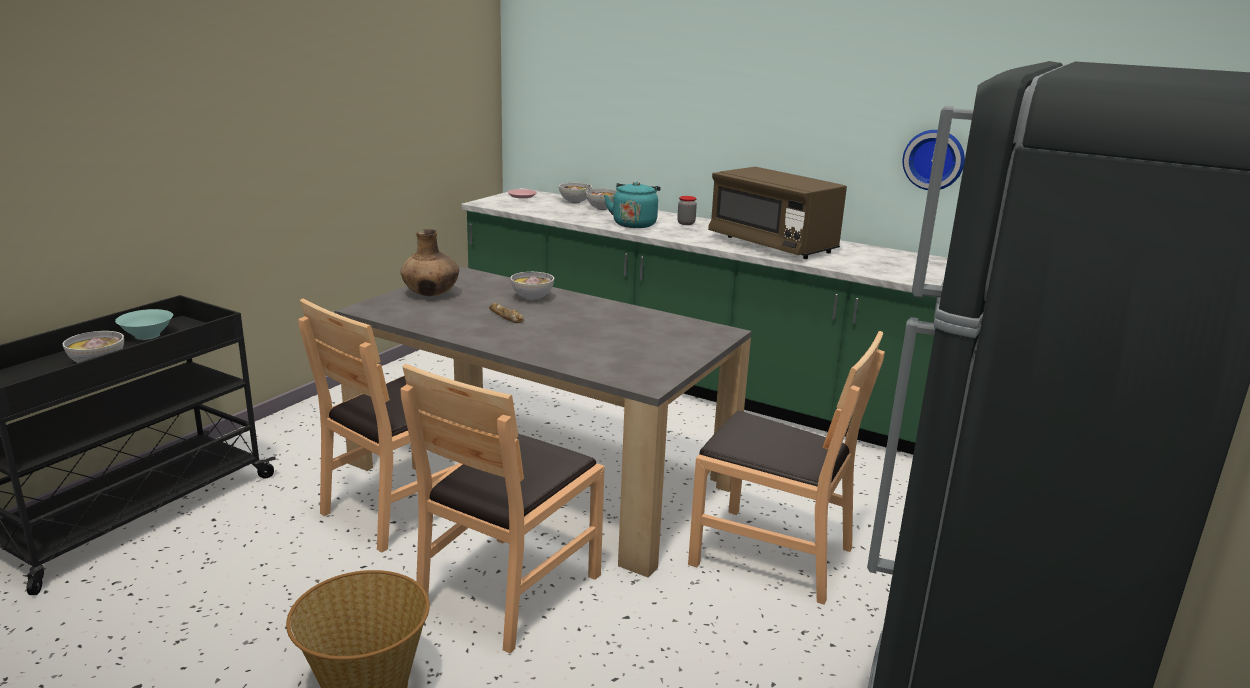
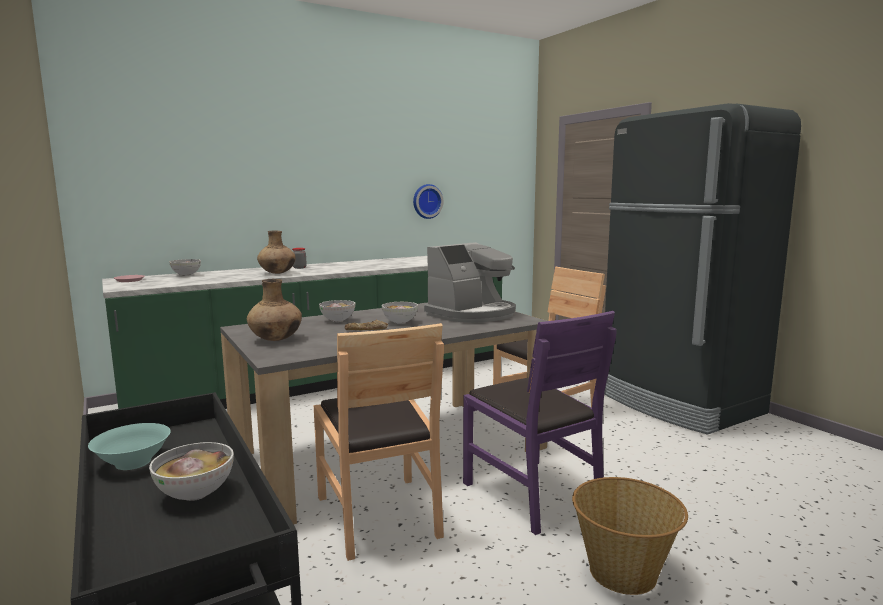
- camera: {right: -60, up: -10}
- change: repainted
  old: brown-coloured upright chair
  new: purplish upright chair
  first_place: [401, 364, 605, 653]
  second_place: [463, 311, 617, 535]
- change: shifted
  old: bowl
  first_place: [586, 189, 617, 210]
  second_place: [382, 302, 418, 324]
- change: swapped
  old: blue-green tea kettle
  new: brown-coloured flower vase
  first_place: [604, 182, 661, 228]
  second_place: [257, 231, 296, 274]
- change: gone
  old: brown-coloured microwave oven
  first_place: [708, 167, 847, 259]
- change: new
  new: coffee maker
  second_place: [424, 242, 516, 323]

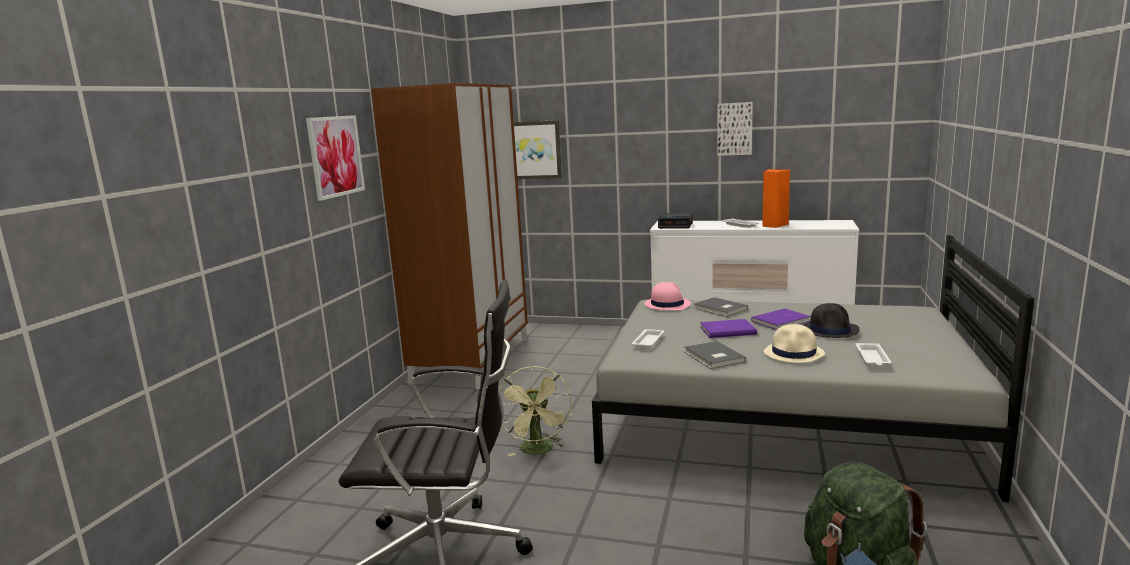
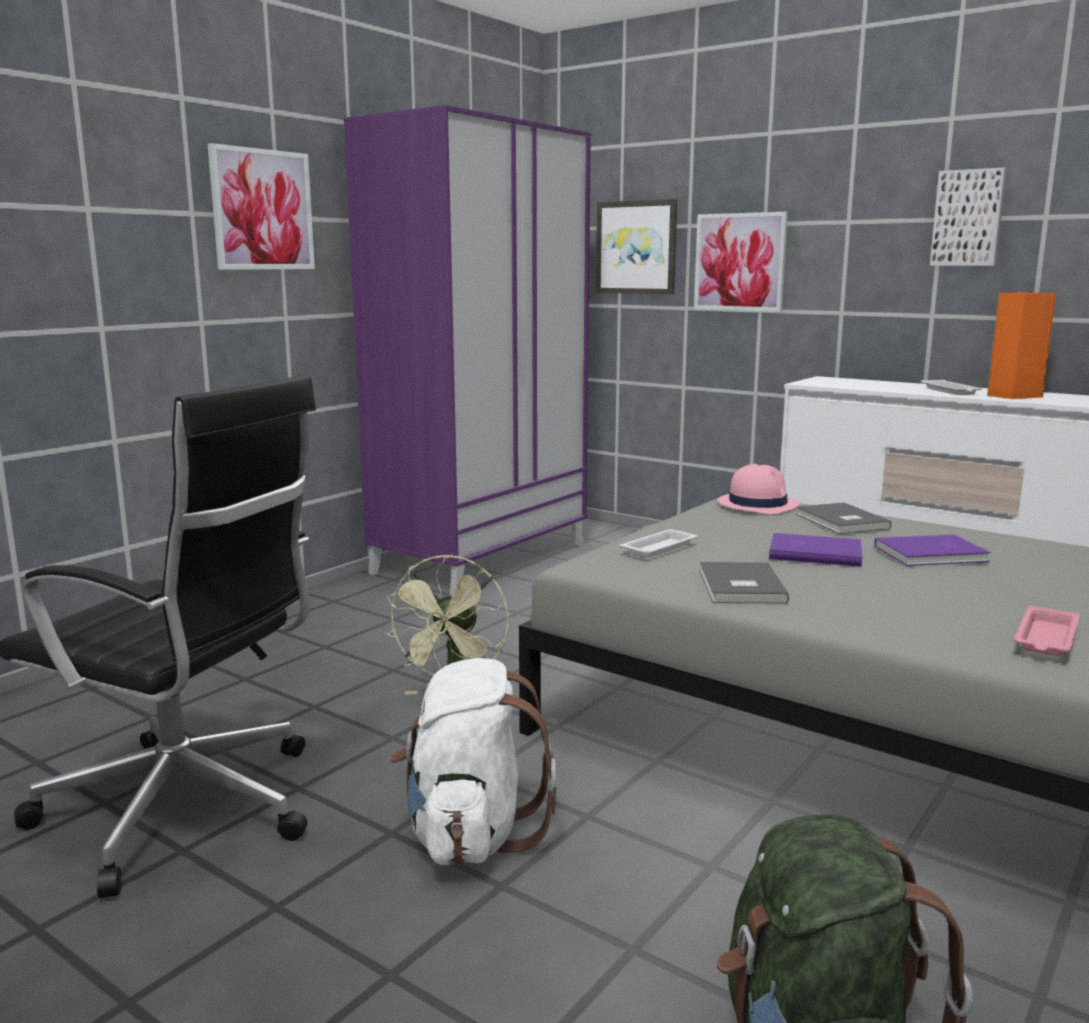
- camera: {right: 20, up: 0}
- change: repainted
  old: brown-coloured armoire
  new: purplish armoire
  first_place: [371, 83, 528, 389]
  second_place: [344, 105, 591, 596]
- change: gone
  old: alarm clock
  first_place: [658, 213, 693, 229]
- change: gone
  old: beige wearable hat
  first_place: [763, 324, 825, 363]
- change: gone
  old: black wearable hat
  first_place: [803, 303, 860, 338]
- change: repainted
  old: white-coloured carrying tray
  new: pink carrying tray
  first_place: [856, 343, 892, 367]
  second_place: [1014, 605, 1080, 656]
- change: new
  new: white-coloured backpack
  second_place: [390, 658, 557, 865]
- change: new
  new: wall picture
  second_place: [694, 212, 788, 312]

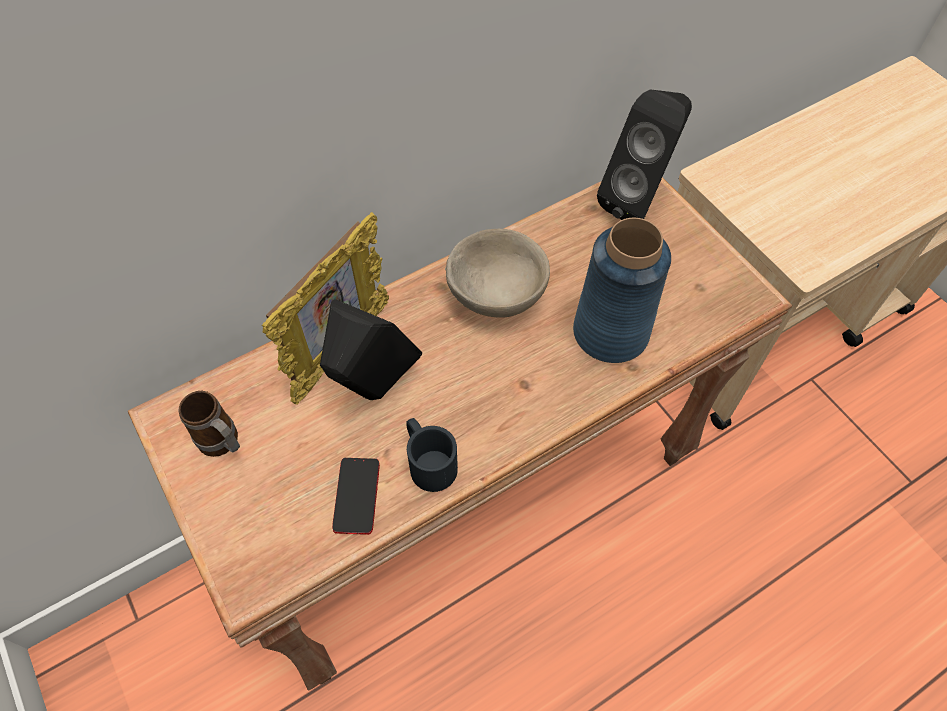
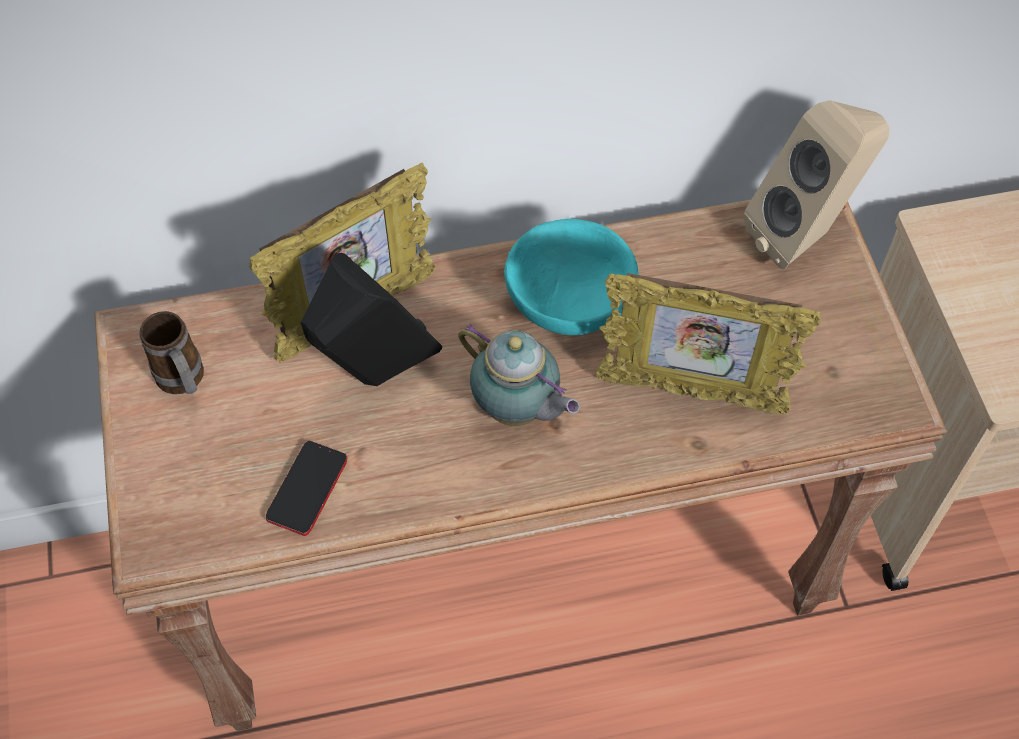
- camera: {right: 20, up: 0}
- change: gone
  old: black mug
  first_place: [406, 418, 458, 492]
- change: repainted
  old: beige bowl
  new: blue-green bowl
  first_place: [445, 229, 550, 318]
  second_place: [504, 219, 639, 335]
- change: swapped
  old: blue flower vase
  new: picture frame
  first_place: [573, 218, 671, 363]
  second_place: [596, 273, 821, 415]
- change: repainted
  old: black speaker
  new: beige speaker
  first_place: [597, 89, 692, 220]
  second_place: [744, 100, 889, 269]
- change: new
  new: pot for tea
  second_place: [458, 324, 580, 426]

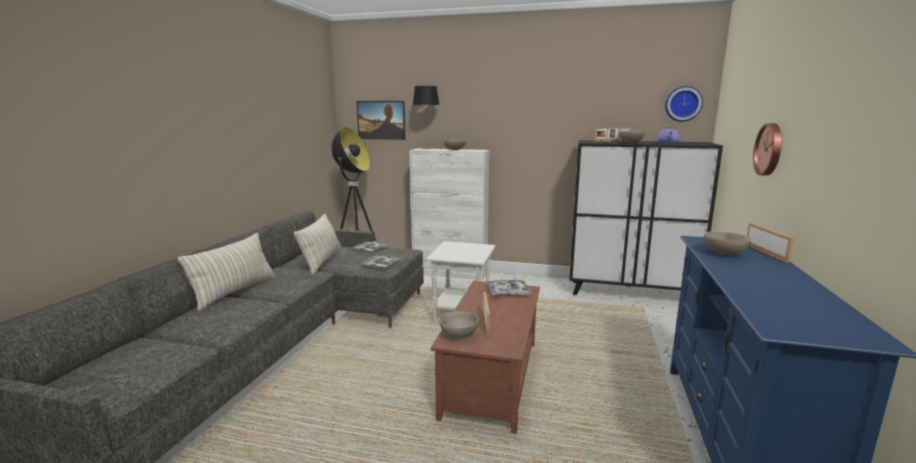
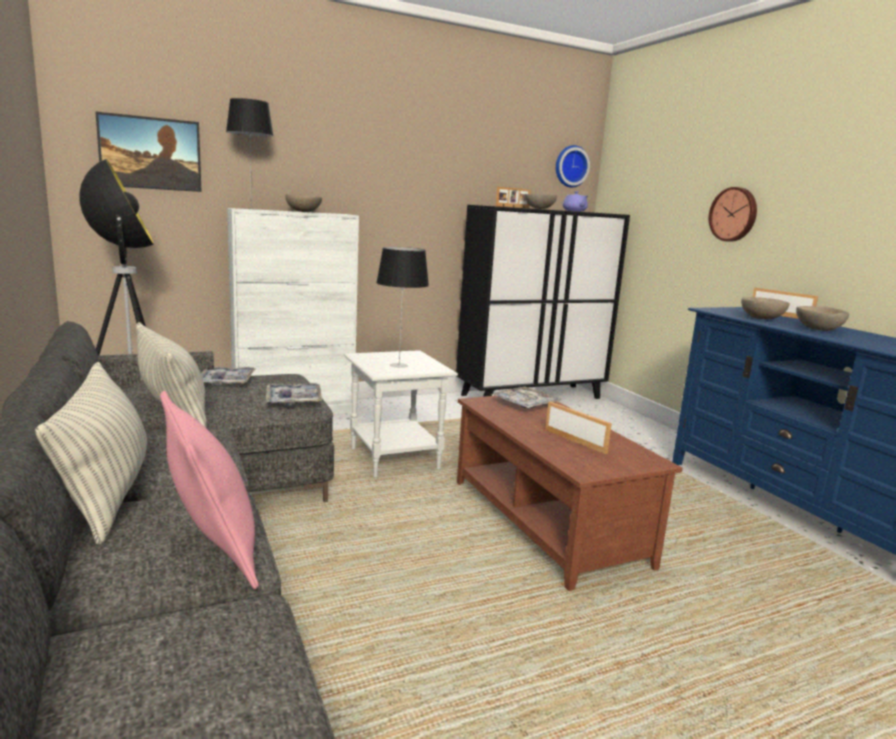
- camera: {right: -40, up: 0}
- change: shifted
  old: beige bowl
  first_place: [439, 311, 479, 338]
  second_place: [796, 306, 849, 331]
- change: new
  new: pink throw pillow
  second_place: [160, 391, 259, 589]
- change: new
  new: lamp for a table
  second_place: [376, 247, 429, 368]

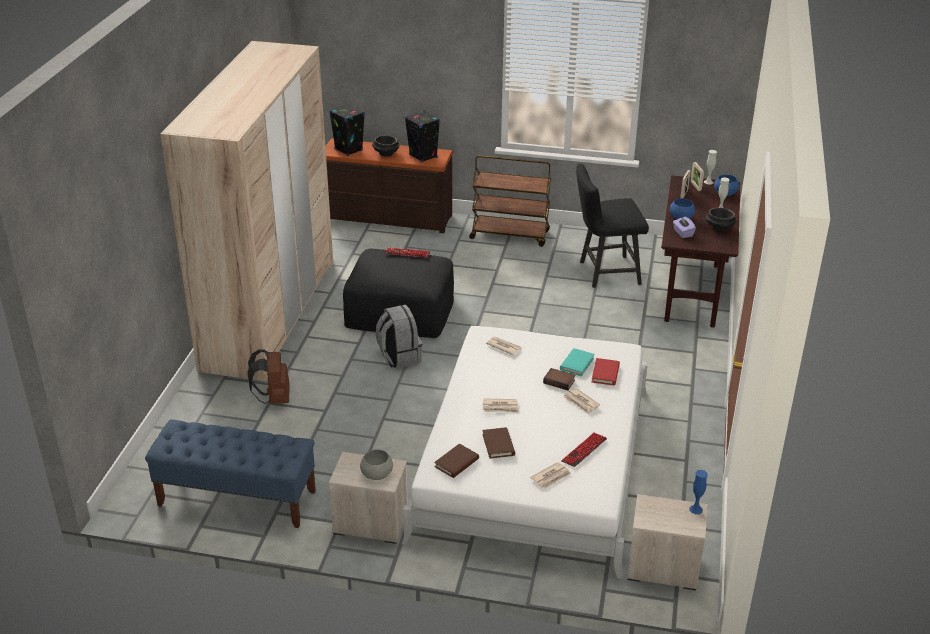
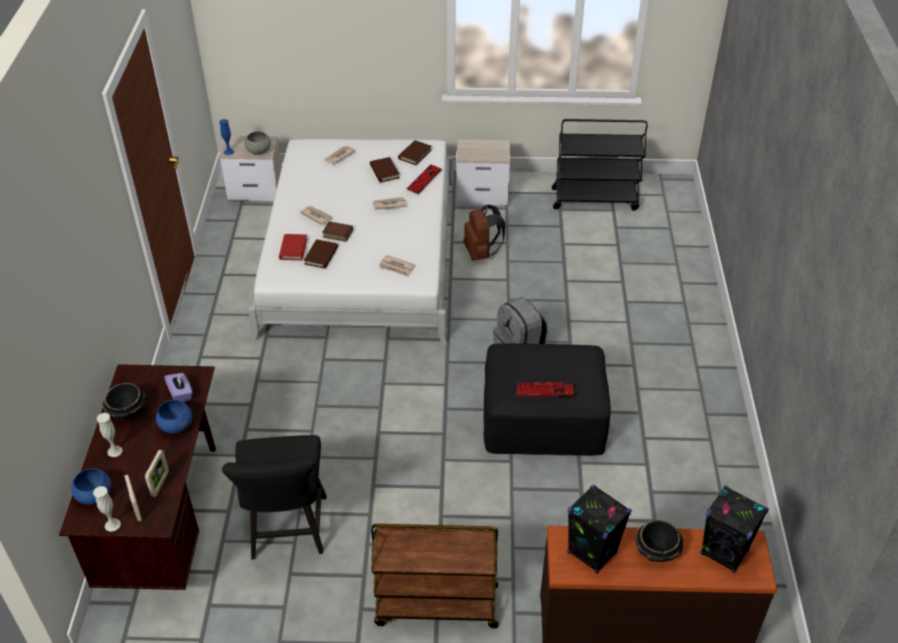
- camera: {right: 170, up: 10}
- change: swapped
  old: blue long seat
  new: black cart
  first_place: [145, 419, 316, 528]
  second_place: [552, 119, 648, 211]
- change: gone
  old: beige armoire
  first_place: [160, 41, 333, 381]
- change: shifted
  old: brown-coloured backpack
  first_place: [247, 349, 290, 404]
  second_place: [463, 204, 506, 260]
- change: shifted
  old: grey bowl
  first_place: [360, 449, 393, 480]
  second_place: [245, 131, 271, 155]
- change: repainted
  old: blue-green book
  new: brown-coloured book
  first_place: [560, 348, 595, 377]
  second_place: [304, 239, 338, 269]
- change: shifted
  old: computer keyboard
  first_place: [561, 432, 607, 467]
  second_place: [407, 164, 442, 194]
- change: rotated
  old: black upright chair
  first_place: [576, 164, 649, 288]
  second_place: [222, 435, 327, 559]
  degrees: 105

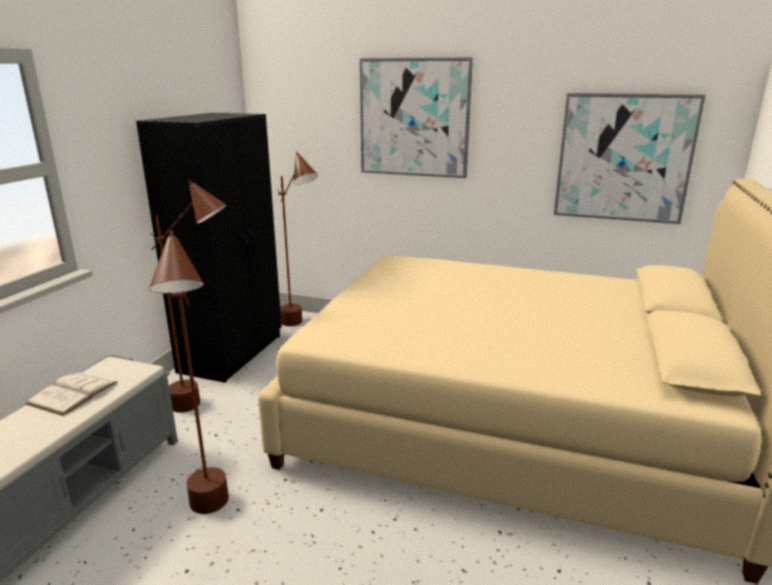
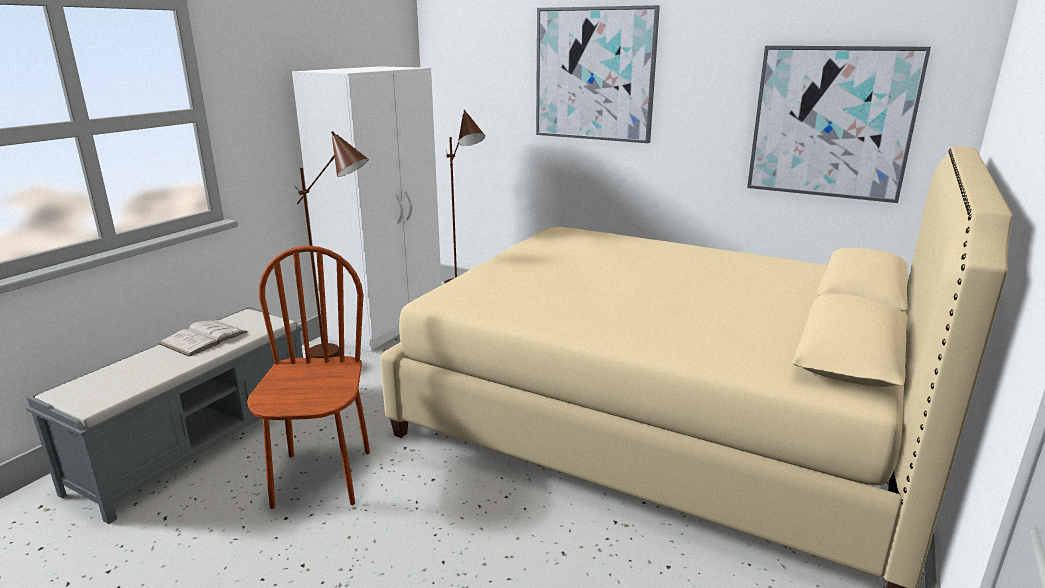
- camera: {right: 10, up: 0}
- change: repainted
  old: black armoire
  new: white-coloured armoire
  first_place: [136, 113, 282, 383]
  second_place: [292, 66, 441, 352]
- change: swapped
  old: brown-coloured floor lamp
  new: brown-coloured upright chair
  first_place: [149, 230, 229, 514]
  second_place: [247, 246, 370, 509]

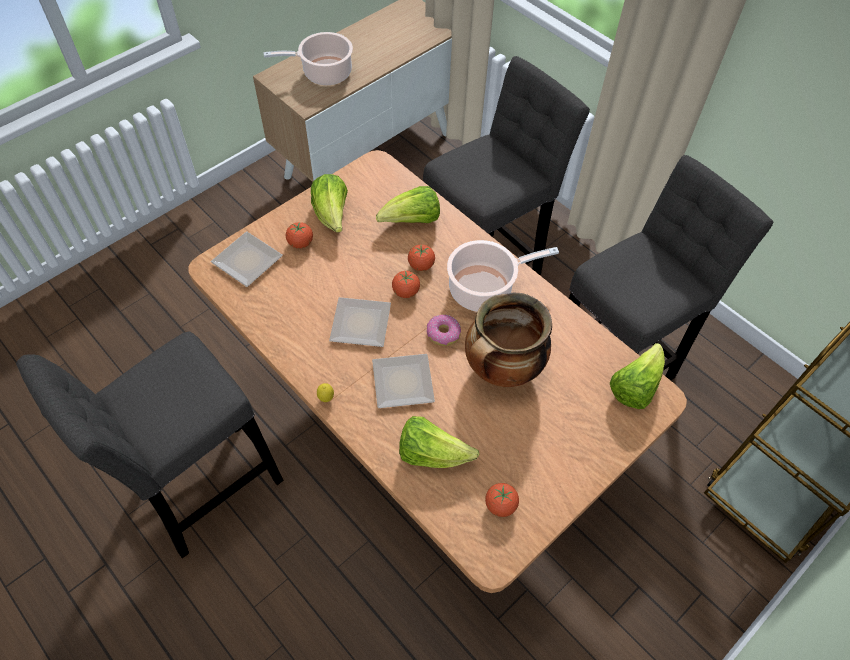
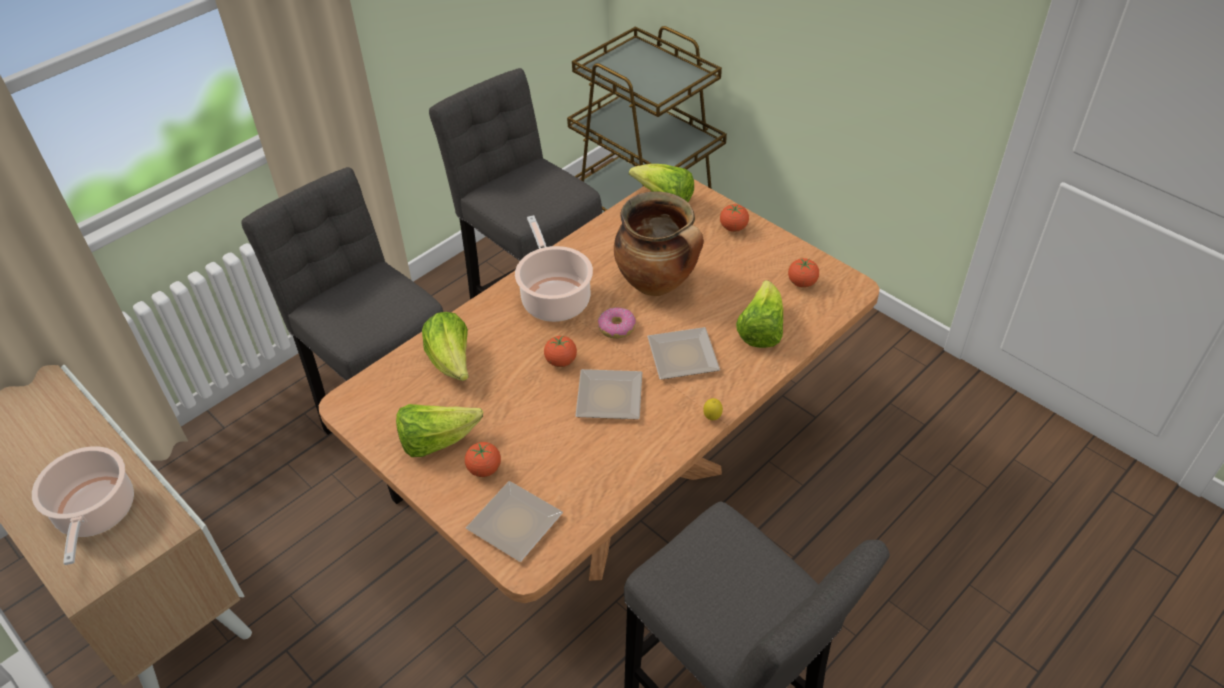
- camera: {right: -90, up: -10}
- change: shifted
  old: fresh tomato
  first_place: [408, 244, 435, 271]
  second_place: [720, 204, 749, 232]

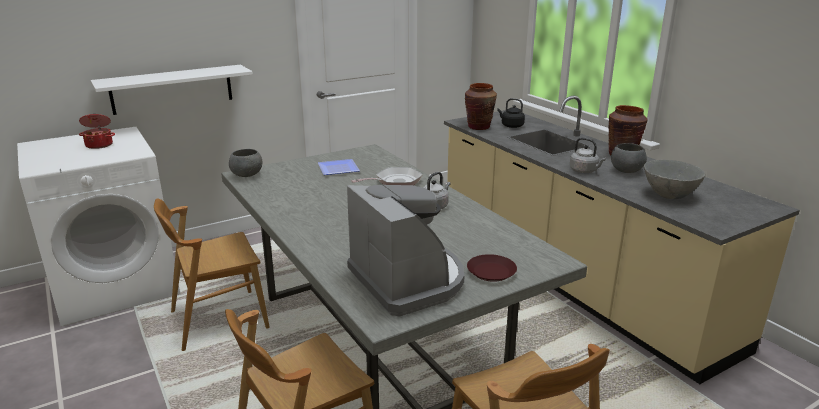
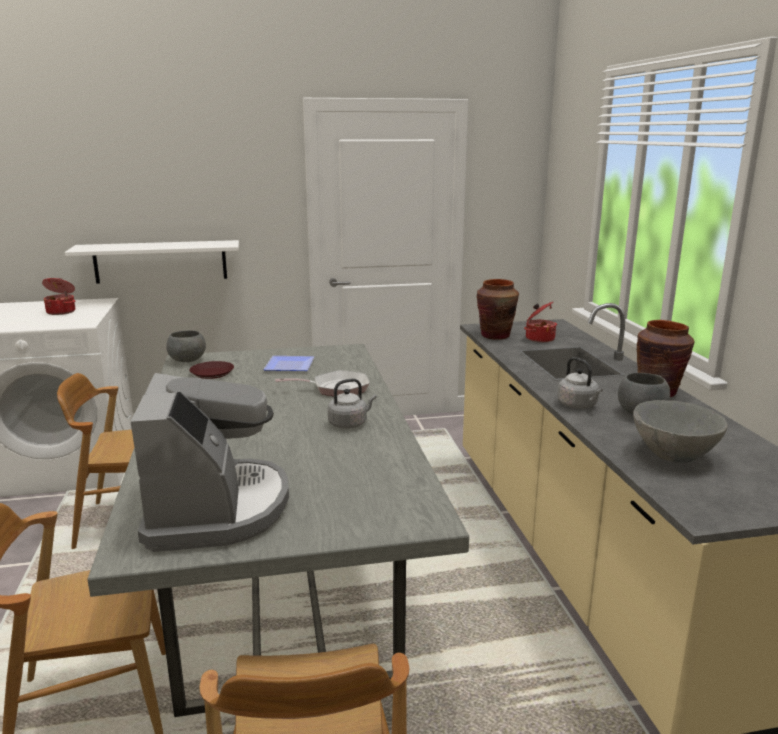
- camera: {right: 20, up: -5}
- change: shifted
  old: brown-coloured plate
  first_place: [467, 254, 517, 282]
  second_place: [189, 361, 234, 379]
- change: swapped
  old: black tea kettle
  new: cooking pot
  first_place: [497, 98, 525, 128]
  second_place: [524, 302, 557, 342]

